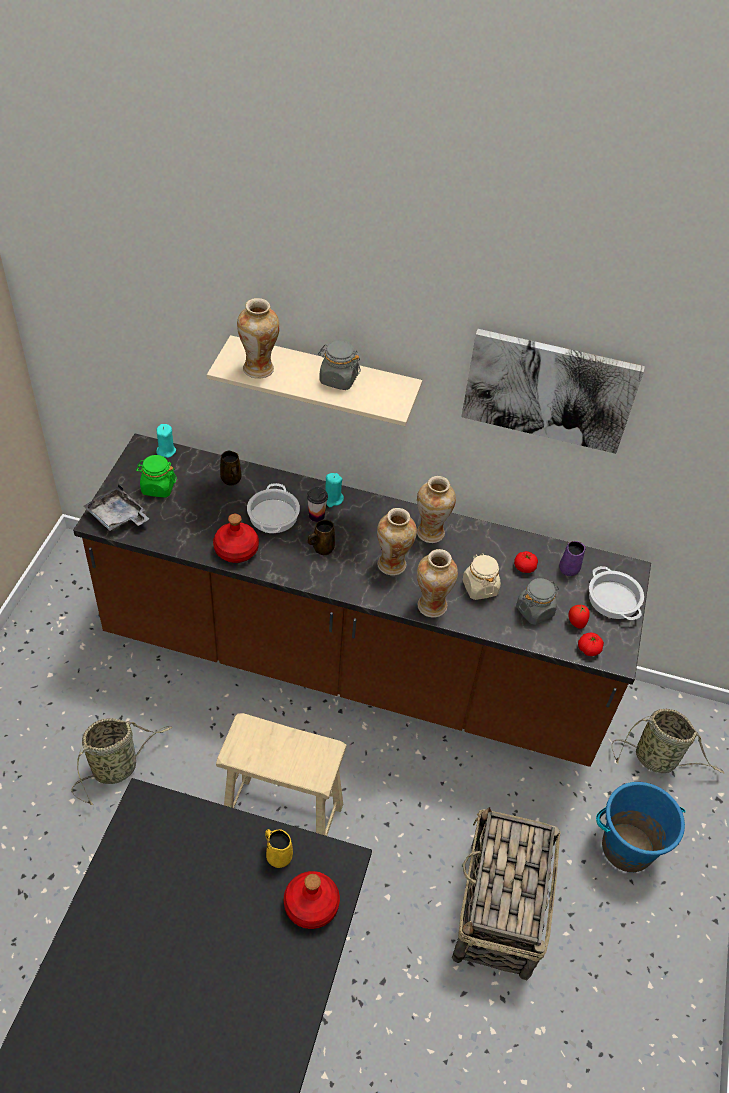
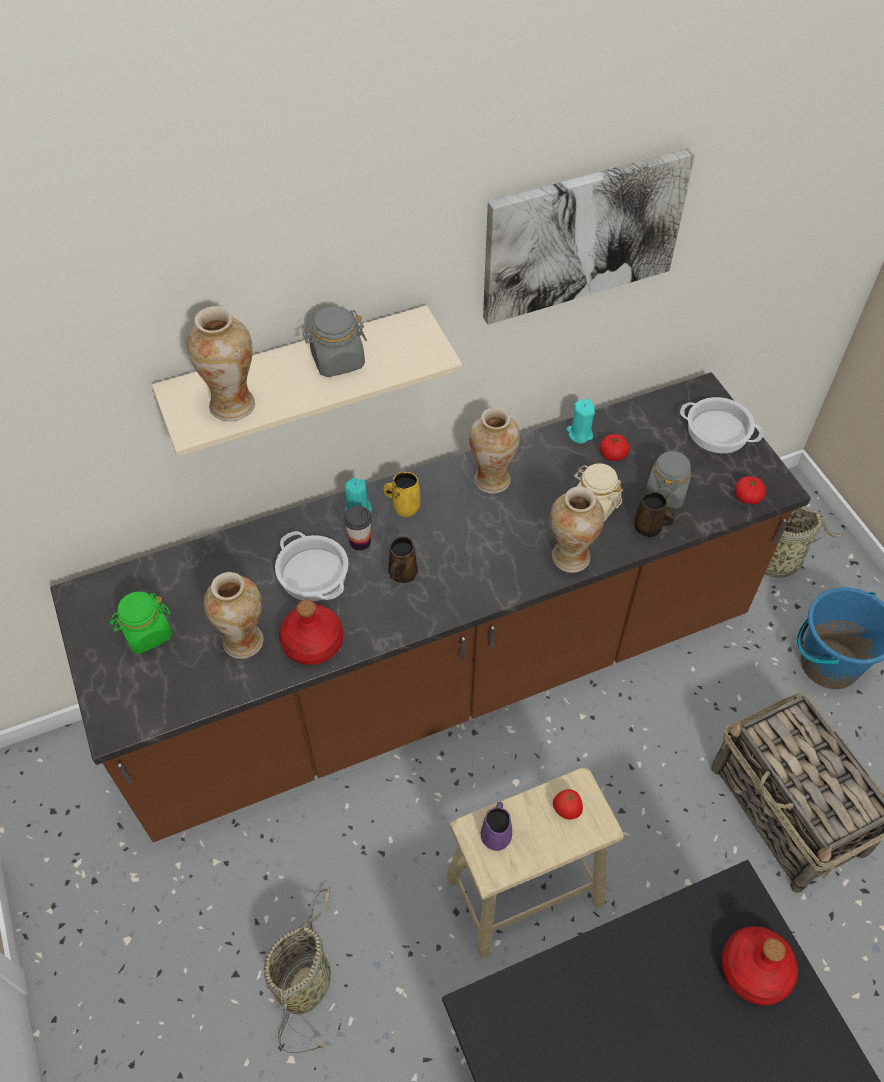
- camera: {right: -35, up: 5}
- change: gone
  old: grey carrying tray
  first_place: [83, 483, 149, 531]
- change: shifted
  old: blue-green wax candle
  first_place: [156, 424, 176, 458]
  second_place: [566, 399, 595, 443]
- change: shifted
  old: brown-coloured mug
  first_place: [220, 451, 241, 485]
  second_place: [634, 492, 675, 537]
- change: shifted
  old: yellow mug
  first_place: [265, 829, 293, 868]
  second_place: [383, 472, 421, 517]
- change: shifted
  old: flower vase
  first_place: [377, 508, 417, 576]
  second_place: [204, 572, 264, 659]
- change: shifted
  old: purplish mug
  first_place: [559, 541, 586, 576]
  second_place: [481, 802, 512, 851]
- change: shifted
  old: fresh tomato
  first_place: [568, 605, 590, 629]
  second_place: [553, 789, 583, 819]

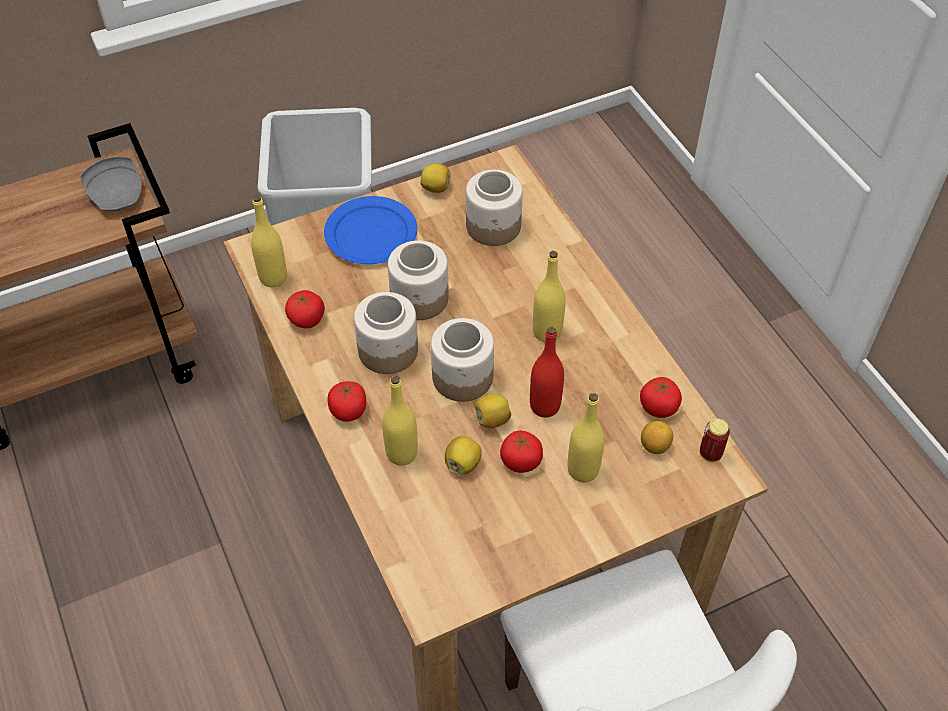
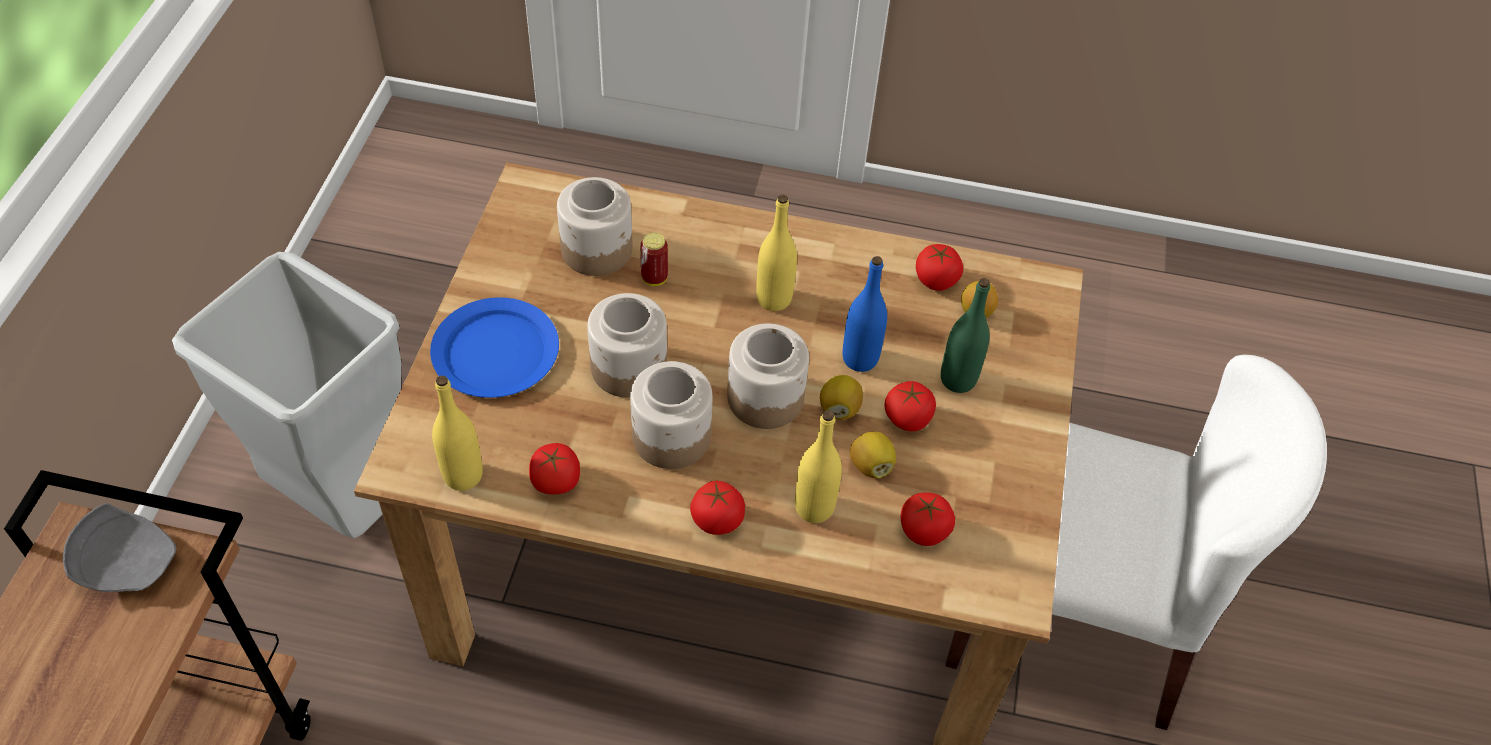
- camera: {right: -55, up: 0}
- change: gone
  old: citrus fruit
  first_place: [421, 163, 451, 193]
- change: repainted
  old: red drink bottle
  new: blue drink bottle
  first_place: [530, 327, 564, 418]
  second_place: [843, 256, 887, 372]
- change: repainted
  old: yellow drink bottle
  new: green-coloured drink bottle
  first_place: [568, 393, 605, 482]
  second_place: [941, 278, 990, 393]
- change: shifted
  old: sealed can
  first_place: [700, 419, 730, 462]
  second_place: [640, 232, 668, 286]
- change: new
  new: fresh tomato
  second_place: [901, 493, 955, 546]

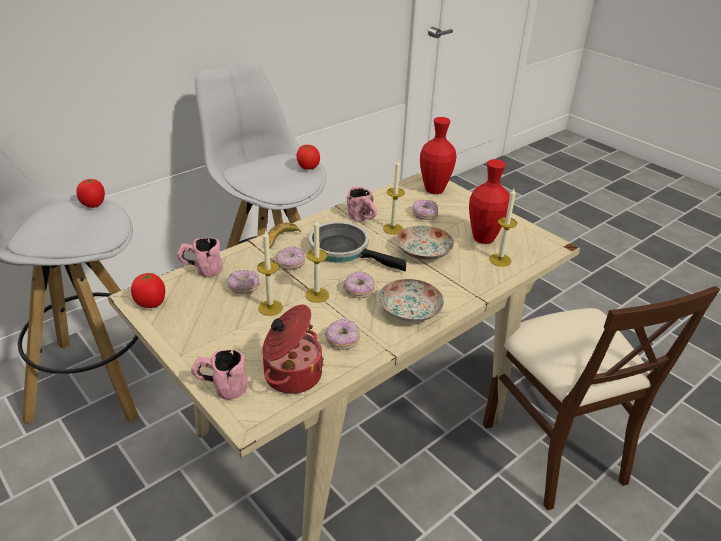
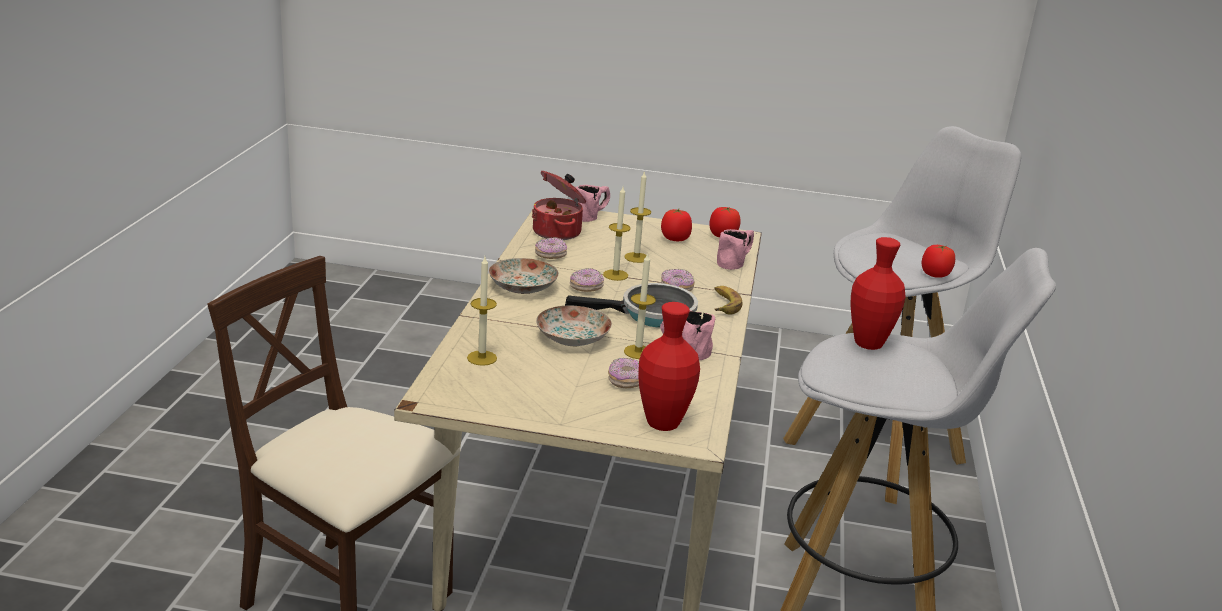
- camera: {right: 140, up: -10}
- change: gone
  old: ring doughnut
  first_place: [227, 270, 260, 294]
- change: shifted
  old: fresh tomato
  first_place: [296, 145, 320, 170]
  second_place: [661, 209, 692, 241]
- change: shifted
  old: red flower vase
  first_place: [469, 159, 510, 244]
  second_place: [851, 237, 906, 350]

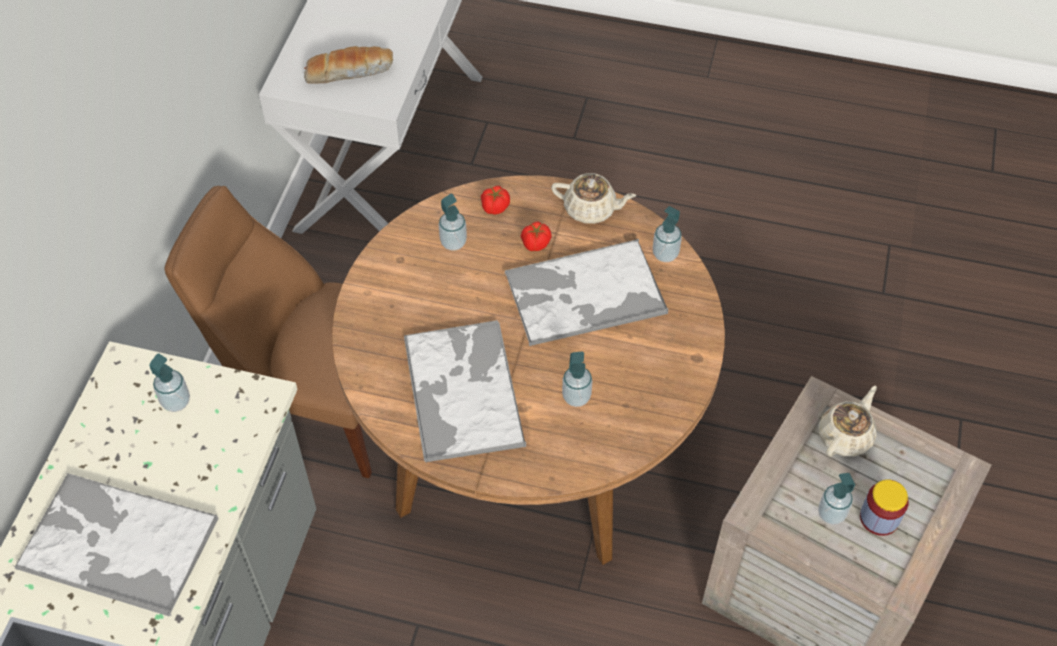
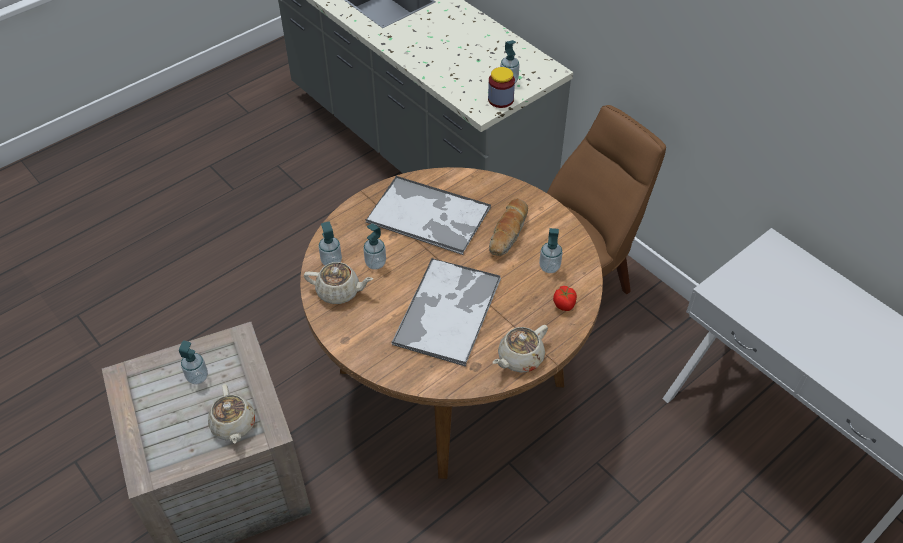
- camera: {right: 125, up: -5}
- change: gone
  old: carrying tray
  first_place: [14, 473, 219, 616]
- change: shifted
  old: bread
  first_place: [304, 46, 393, 84]
  second_place: [489, 199, 528, 256]
- change: gone
  old: fresh tomato
  first_place: [521, 221, 552, 251]
- change: shifted
  old: liquid soap bottle
  first_place: [653, 206, 682, 262]
  second_place: [319, 221, 342, 266]
- change: shifted
  old: storage jar
  first_place: [860, 479, 909, 536]
  second_place: [488, 67, 515, 108]
- change: new
  new: beige pot for tea
  second_place: [304, 262, 373, 304]

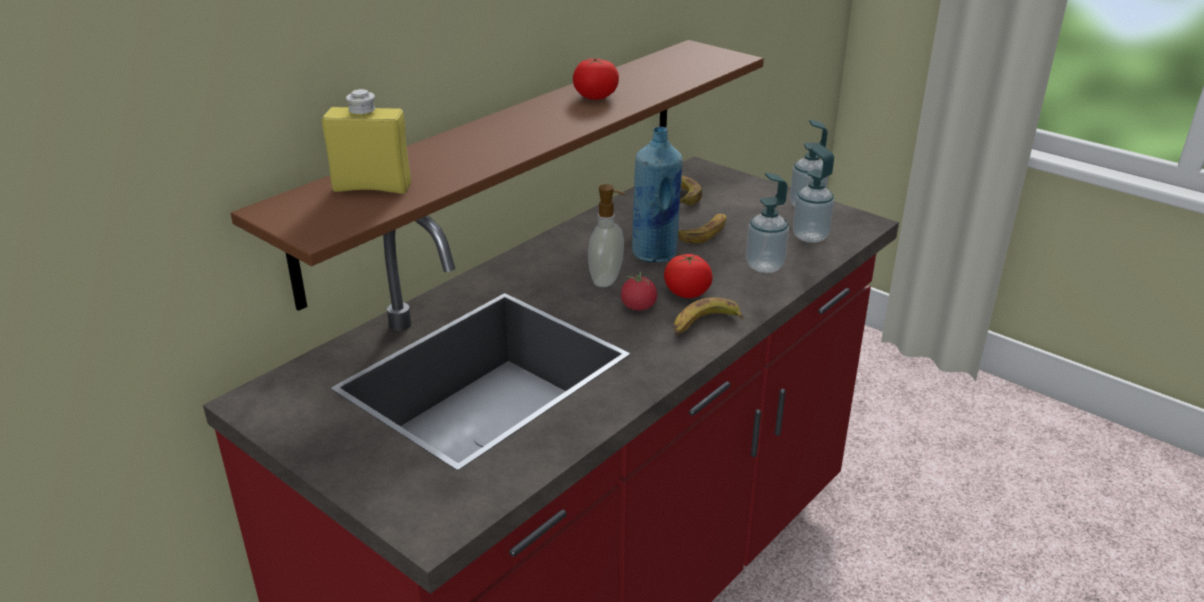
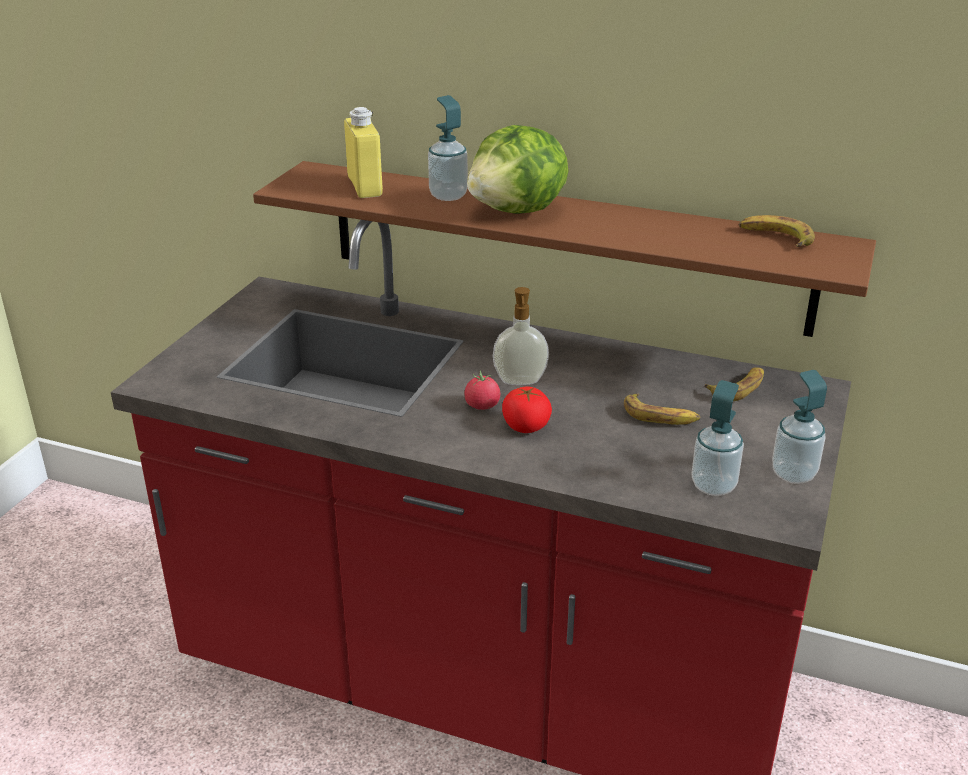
- camera: {right: 70, up: 0}
- change: gone
  old: fresh tomato
  first_place: [573, 58, 619, 100]
- change: gone
  old: blue drink bottle
  first_place: [632, 127, 683, 263]
- change: shifted
  old: banana fruit
  first_place: [674, 297, 744, 335]
  second_place: [739, 215, 815, 247]
- change: shifted
  old: liquid soap bottle
  first_place: [746, 173, 789, 273]
  second_place: [428, 95, 468, 201]
- change: new
  new: lettuce head
  second_place: [467, 125, 568, 214]

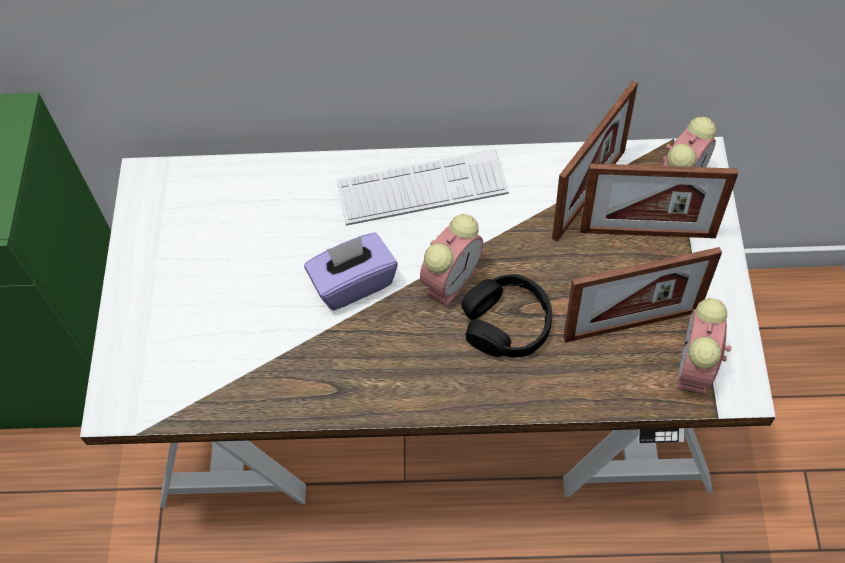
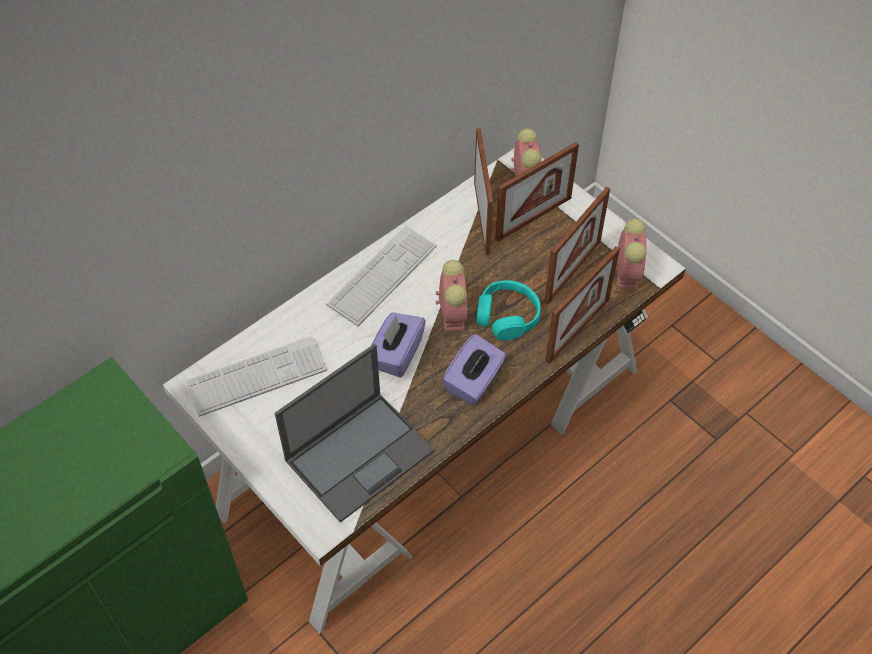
- camera: {right: -45, up: -5}
- change: repainted
  old: black headphones
  new: blue-green headphones
  first_place: [461, 274, 552, 357]
  second_place: [477, 280, 540, 341]
- change: rotated
  old: alarm clock
  first_place: [677, 298, 731, 395]
  second_place: [617, 219, 646, 289]
  degrees: -150
- change: new
  new: computer keyboard
  second_place: [185, 336, 327, 417]
- change: new
  new: laptop
  second_place: [275, 344, 435, 523]
- change: new
  new: purplish box of tissues
  second_place: [442, 334, 506, 405]
- change: new
  new: picture frame
  second_place: [545, 246, 620, 364]

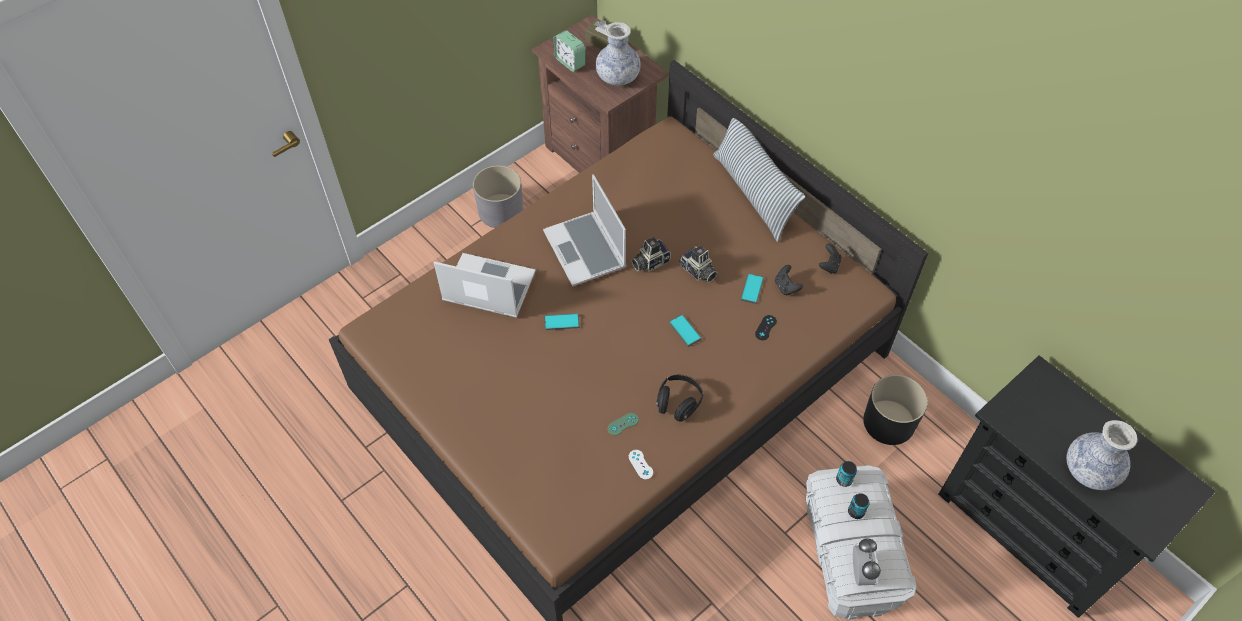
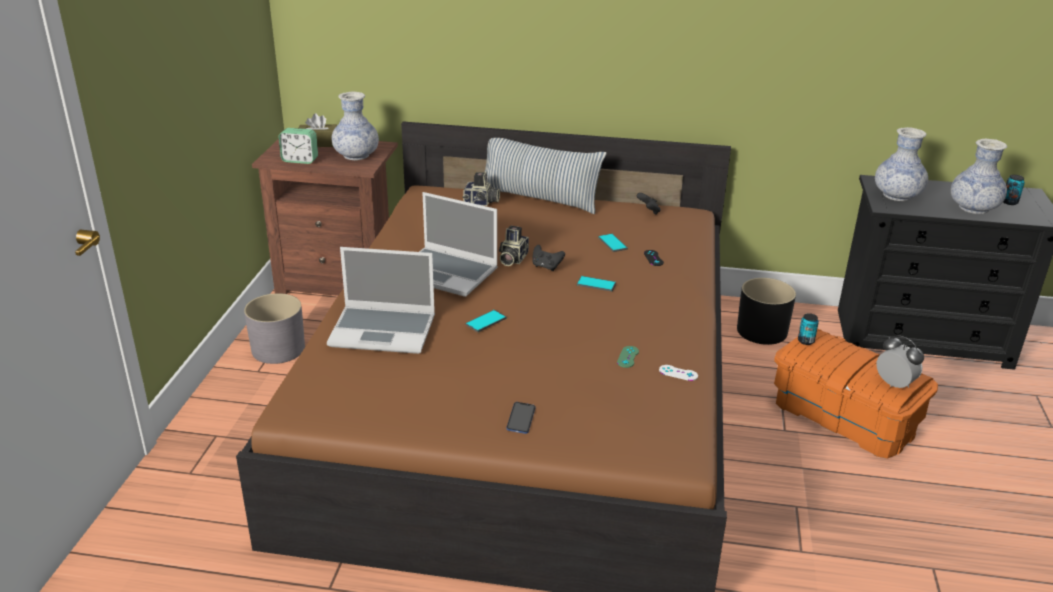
- camera: {right: -40, up: -25}
- change: rotated
  old: laptop
  first_place: [434, 253, 536, 318]
  second_place: [327, 247, 435, 354]
  degrees: -150
- change: gone
  old: black headphones
  first_place: [656, 374, 703, 422]
- change: shifted
  old: photo camera
  first_place: [679, 245, 718, 283]
  second_place: [463, 171, 500, 206]
- change: shifted
  old: black game controller
  first_place: [775, 265, 803, 296]
  second_place: [532, 245, 565, 271]
- change: repainted
  old: white-coloured storage container
  new: orange-coloured storage container
  first_place: [805, 465, 917, 620]
  second_place: [774, 328, 938, 459]
- change: shifted
  old: sealed can
  first_place: [848, 493, 870, 519]
  second_place: [1003, 175, 1025, 205]
- change: new
  new: handset
  second_place: [506, 402, 536, 434]
- change: new
  new: flower vase
  second_place: [875, 127, 928, 201]

